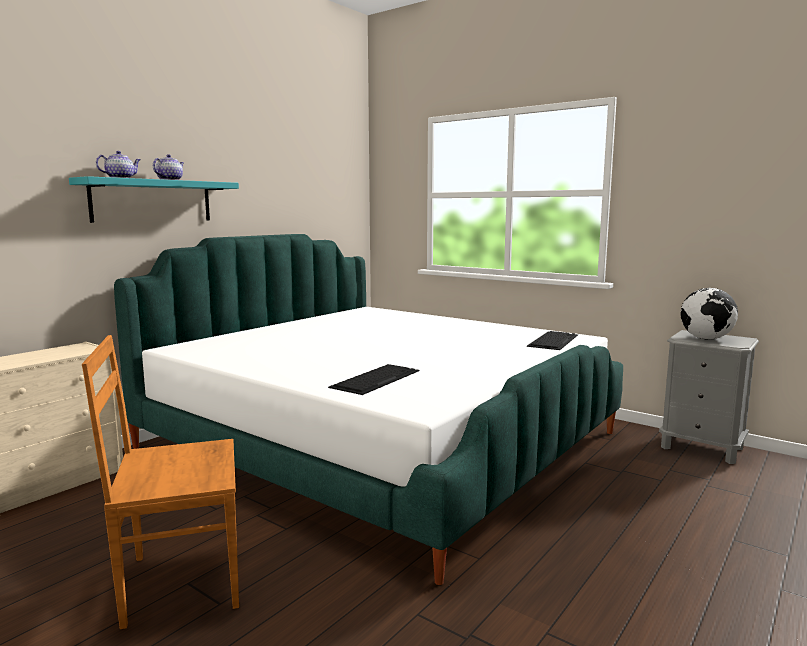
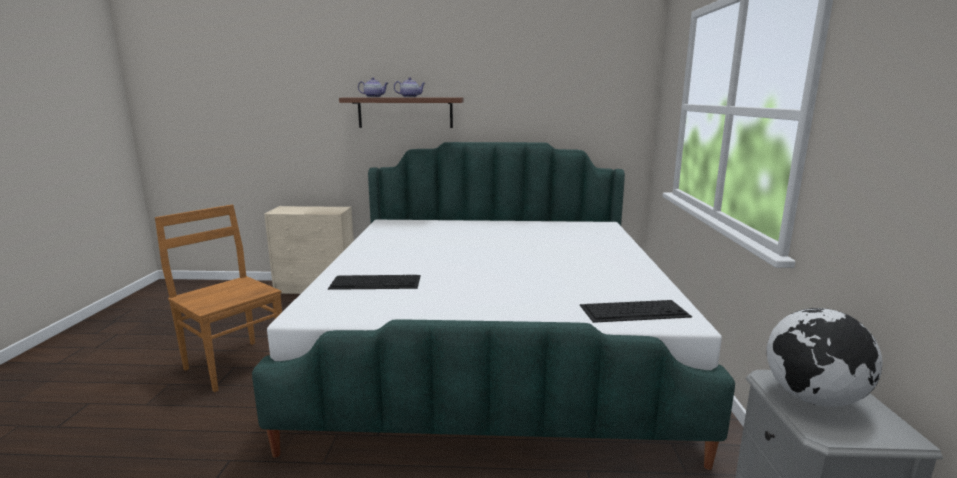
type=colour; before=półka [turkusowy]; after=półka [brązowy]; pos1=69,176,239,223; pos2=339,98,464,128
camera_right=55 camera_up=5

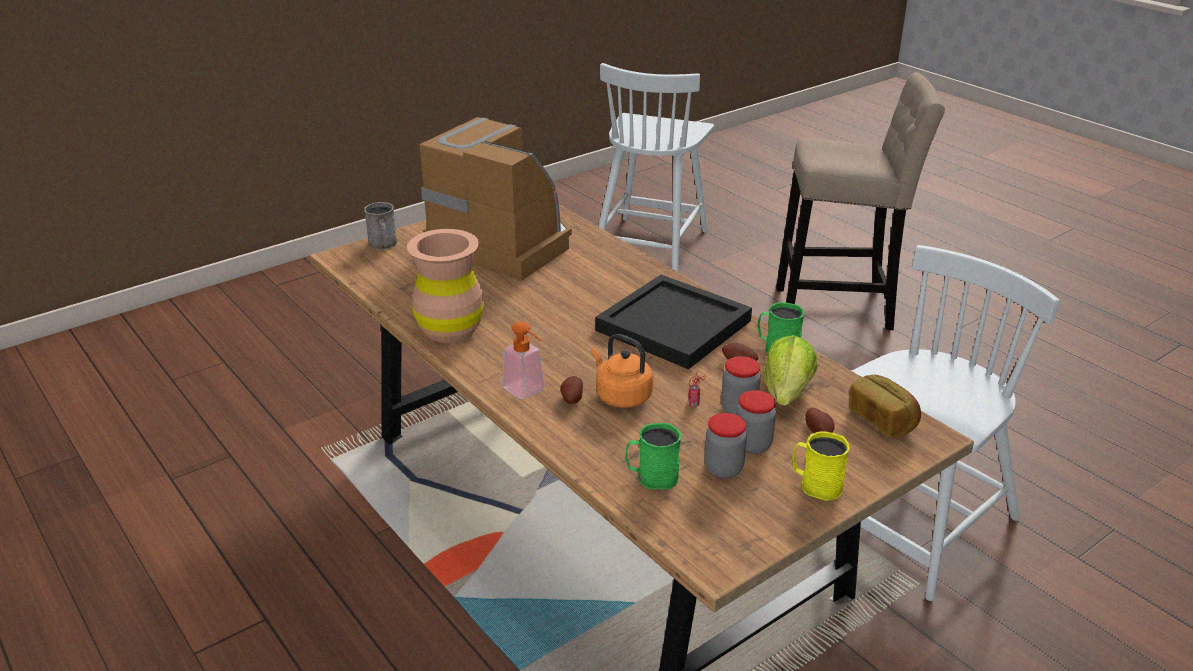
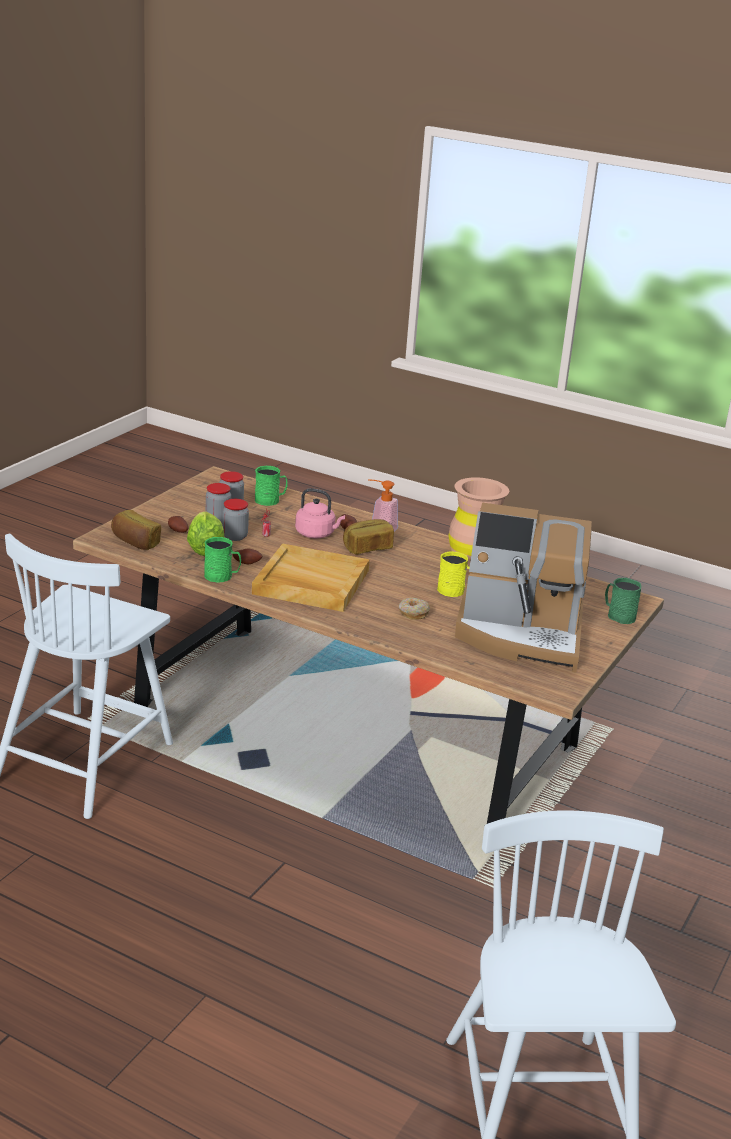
type=missing; before=stołek [beżowy]; pos1=776,72,945,330
type=colour; before=kubek [szary]; after=kubek [zielony]; pos1=364,202,397,250; pos2=605,578,642,624
type=colour; before=taca [czarny]; after=taca [beżowy]; pos1=595,275,752,369; pos2=252,543,370,612
type=colour; before=czajnik [pomarańczowy]; after=czajnik [różowy]; pos1=591,334,653,408; pos2=295,488,345,538
type=relocated; before=kubek [żółty]; pos1=792,431,850,501; pos2=437,552,470,597
type=appeared; after=chleb; pos2=343,519,394,555
type=appeared; after=donut; pos2=399,598,430,620
camera_right=155 camera_up=-5

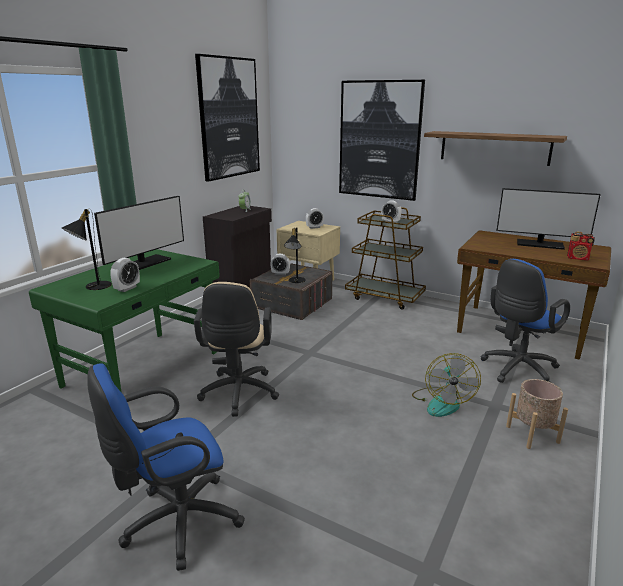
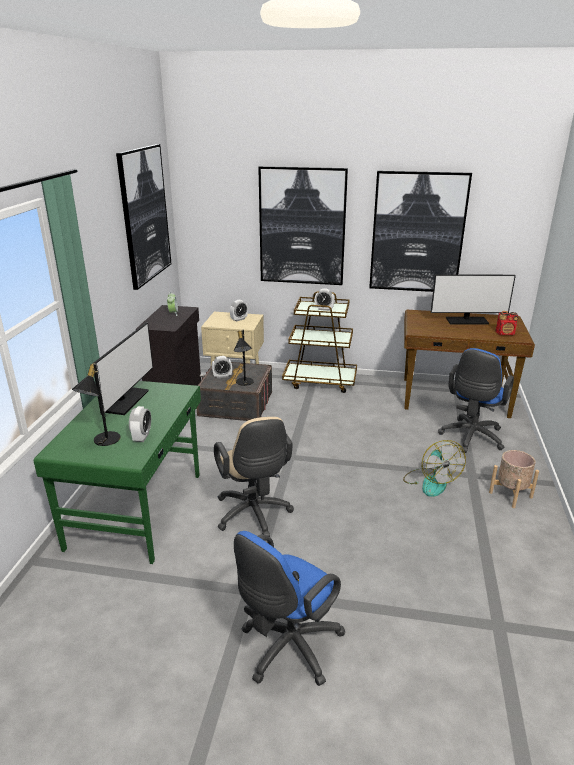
type=exchanged; before=półka; after=obraz; pos1=424,131,567,166; pos2=369,171,472,292
camera_right=-20 camera_up=5

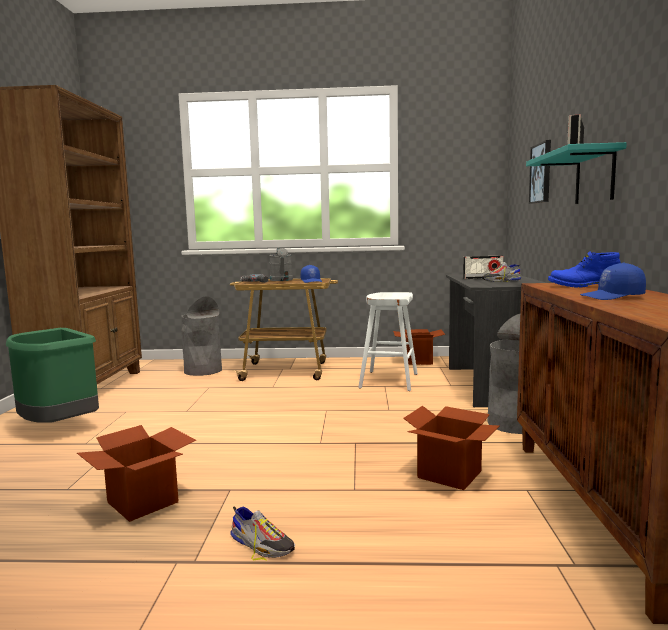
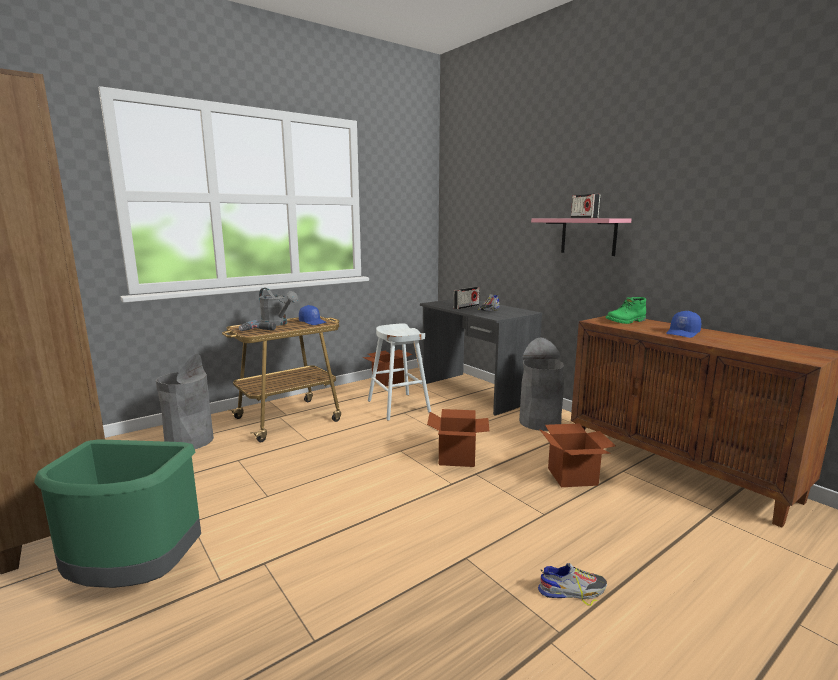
type=missing; before=obraz; pos1=529,140,551,204
type=colour; before=półka [turkusowy]; after=półka [różowy]; pos1=526,142,627,204; pos2=531,219,632,256
type=colour; before=but z cholewką [niebieski]; after=but z cholewką [zielony]; pos1=548,251,621,288; pos2=605,297,646,324
type=relocated; before=karton; pos1=77,425,196,522; pos2=427,409,489,467
camera_right=-40 camera_up=5

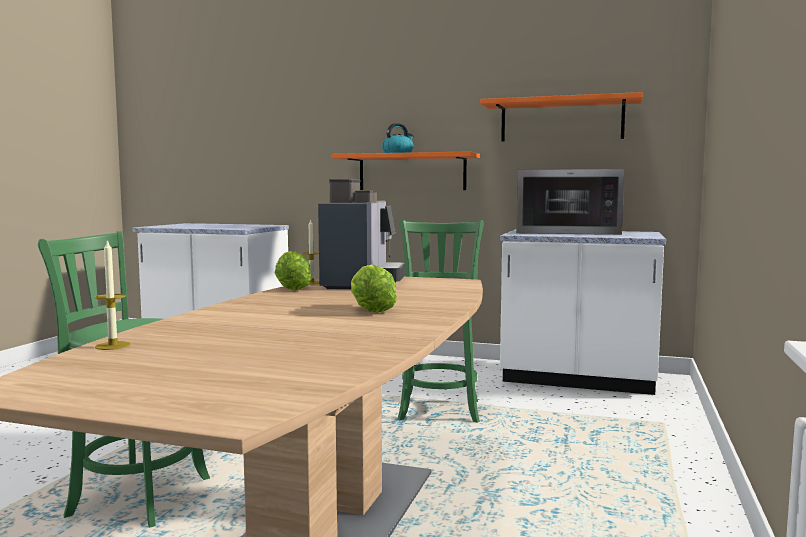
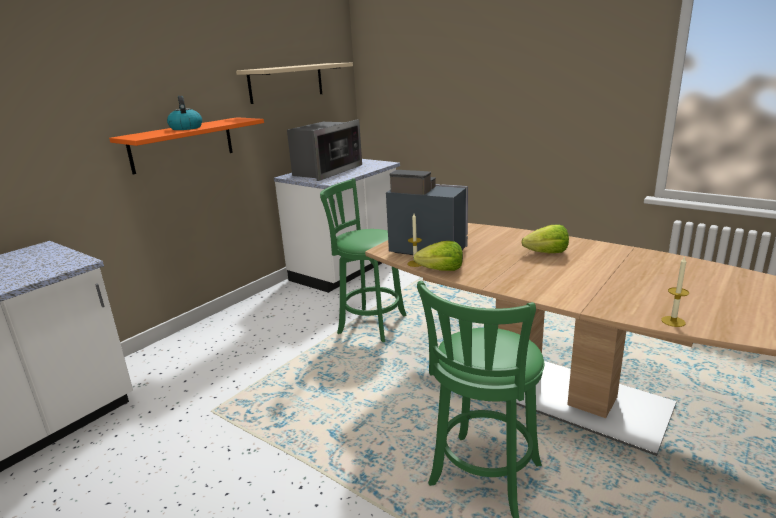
type=colour; before=półka [pomarańczowy]; after=półka [beżowy]; pos1=480,92,643,141; pos2=236,63,353,104
camera_right=-70 camera_up=15

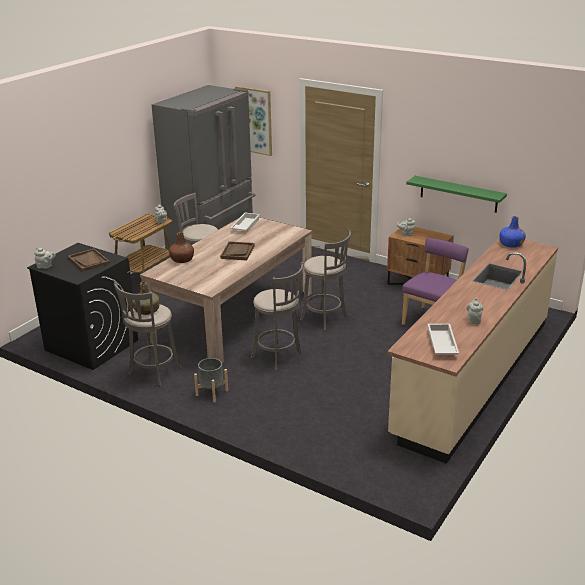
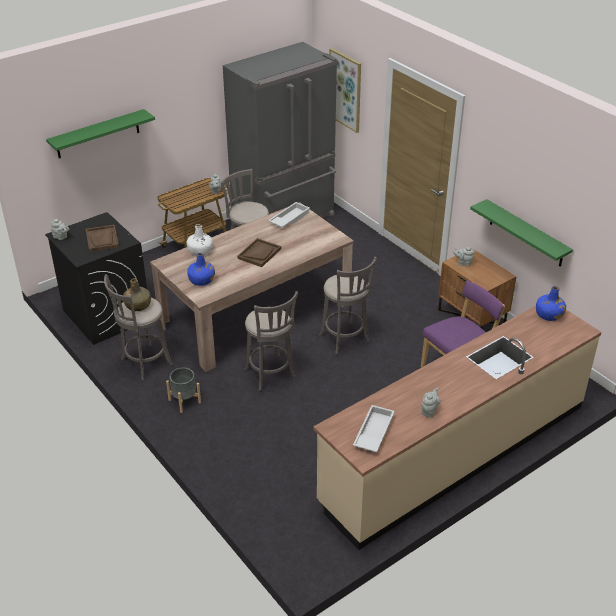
type=colour; before=butelka [brązowy]; after=butelka [biały]; pos1=169,232,194,263; pos2=186,224,213,256
type=appeared; after=półka [zielony]; pos2=46,109,155,158
type=appeared; after=butelka [niebieski]; pos2=187,253,215,286
camera_right=20 camera_up=10

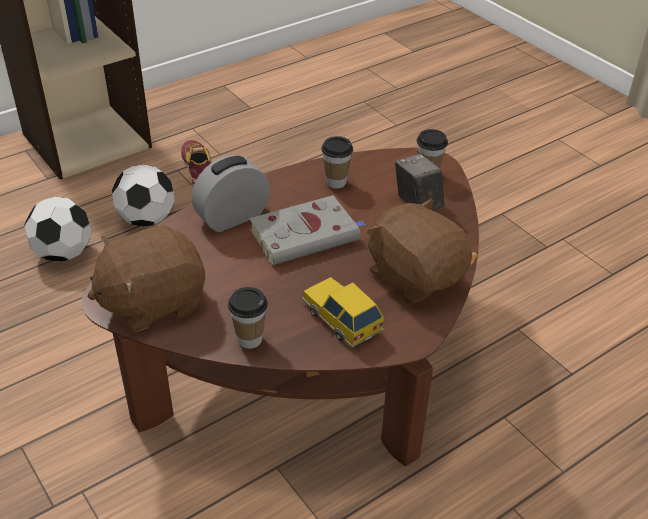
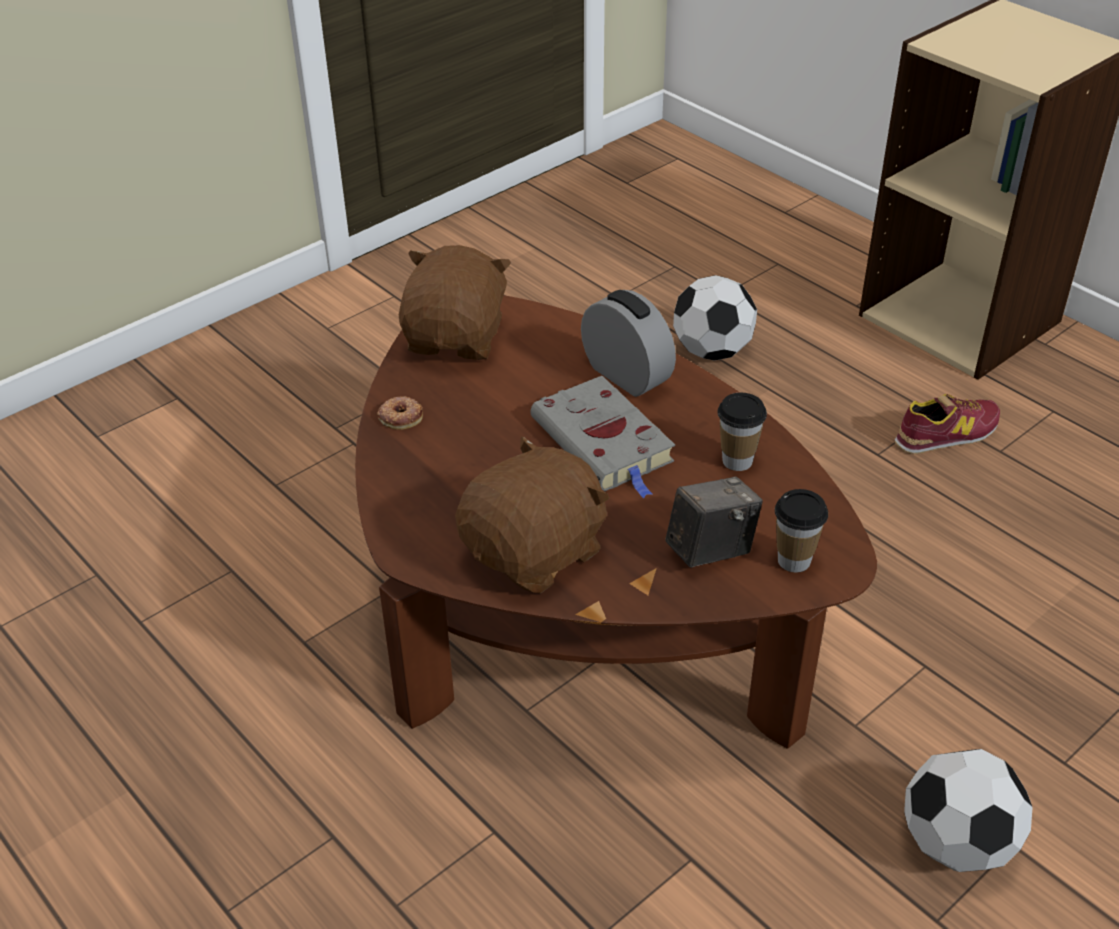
type=relocated; before=piłka futbolowa; pos1=112,164,175,227; pos2=904,749,1033,872
type=spun; before=pluszak [brązowy]; pos1=87,225,205,332; pos2=399,245,511,360; turn=45
type=missing; before=samochodzik; pos1=302,277,384,348
type=exchanged; before=filiżanka; after=donut; pos1=228,287,268,349; pos2=377,396,423,430
camera_right=85 camera_up=0

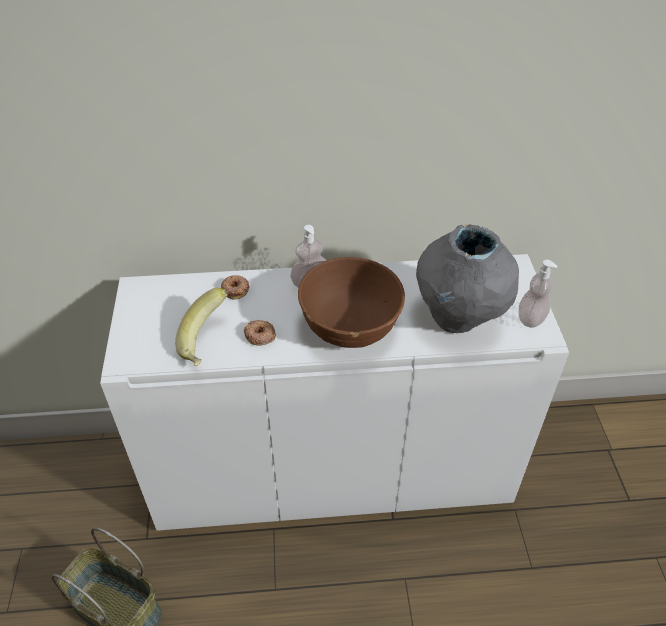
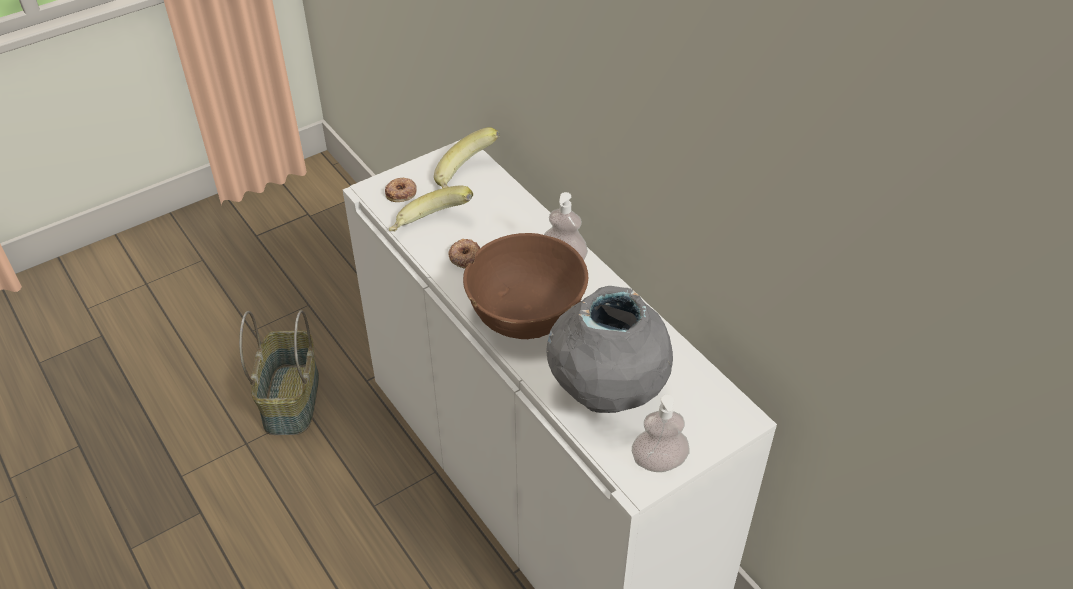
type=relocated; before=donut; pos1=221,275,250,300; pos2=385,178,417,202
type=appeared; after=banan; pos2=434,127,499,188
camera_right=60 camera_up=0

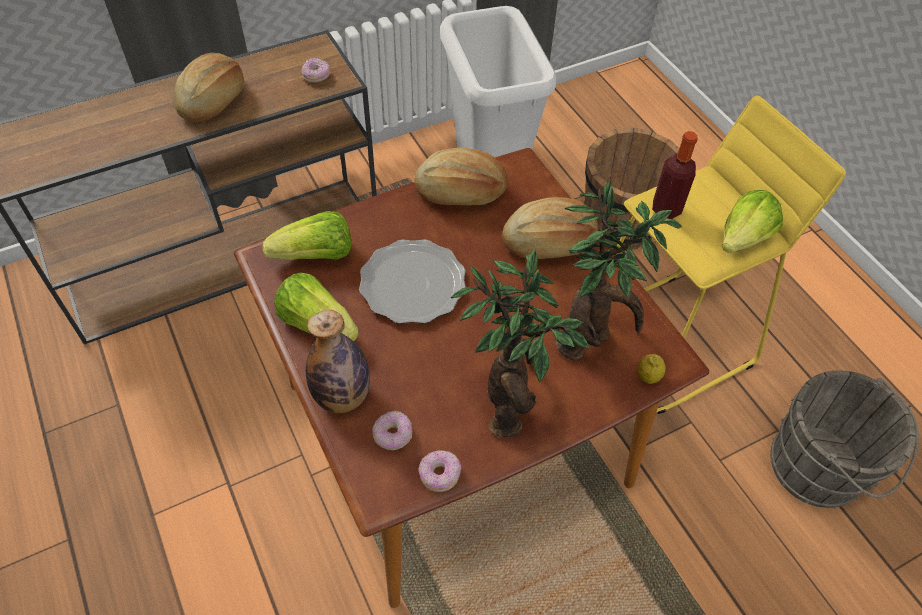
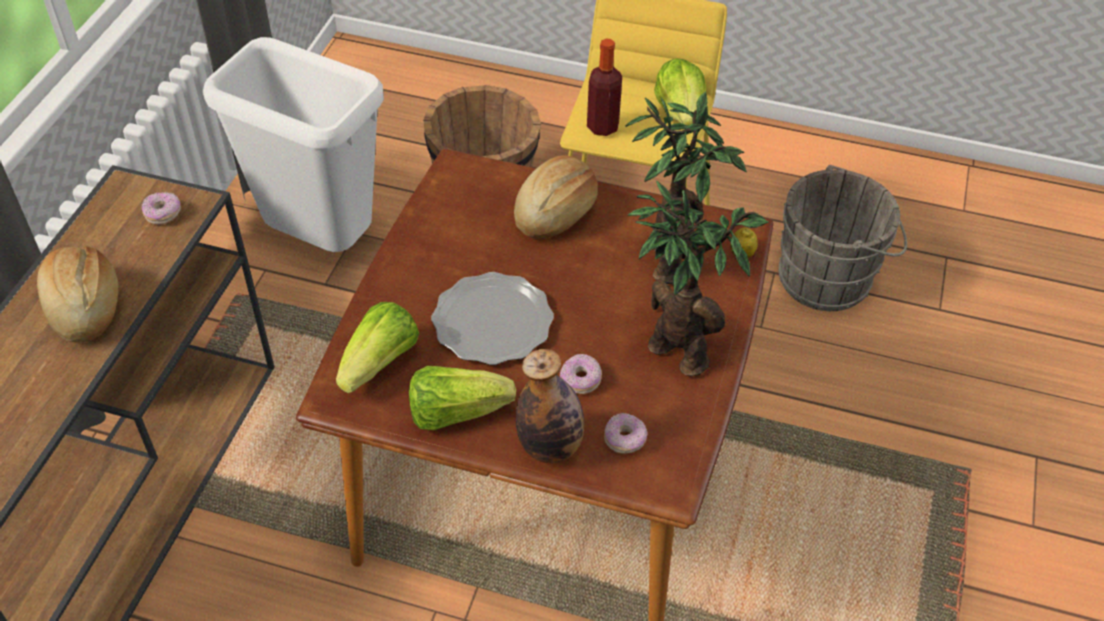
type=missing; before=chleb; pos1=414,148,508,205
type=relocated; before=donut; pos1=419,450,461,492; pos2=560,354,602,394
camera_right=-45 camera_up=-5

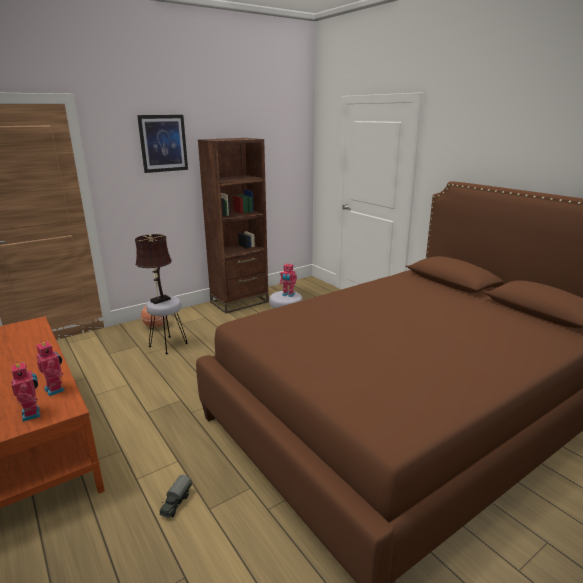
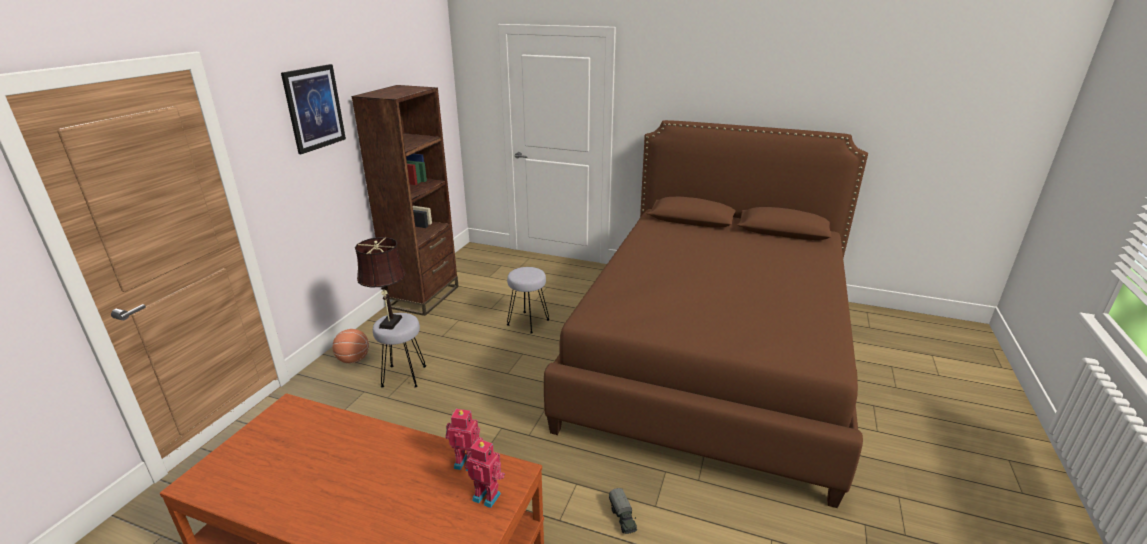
type=missing; before=robot zabawkowy; pos1=280,263,297,297
camera_right=-35 camera_up=5

